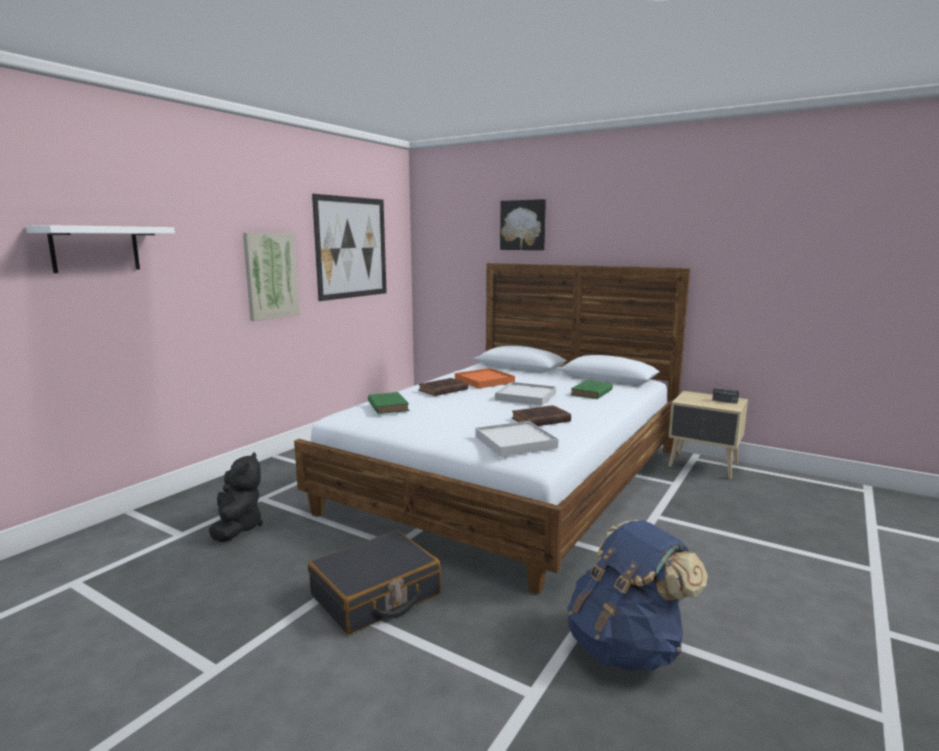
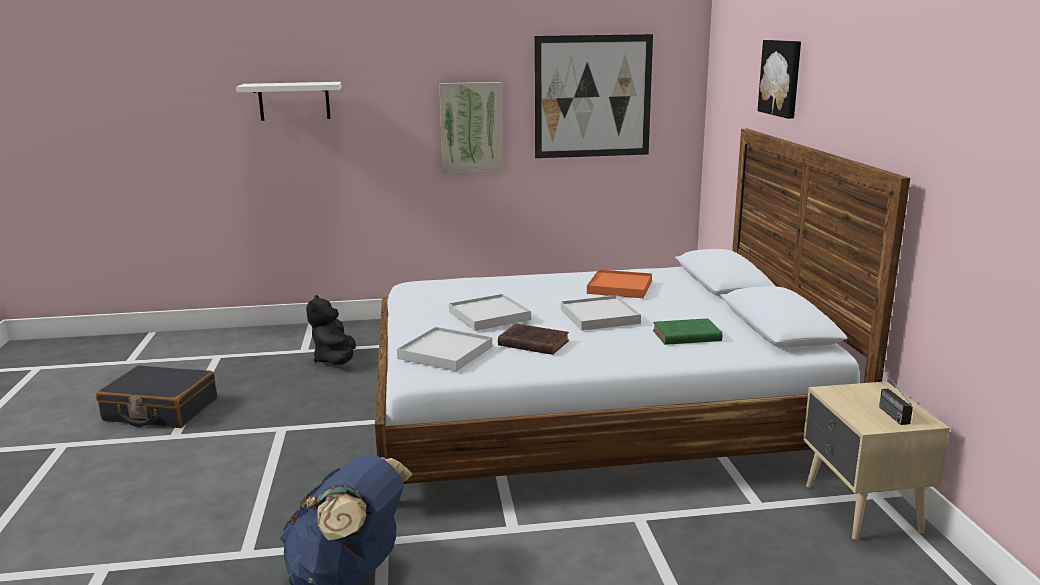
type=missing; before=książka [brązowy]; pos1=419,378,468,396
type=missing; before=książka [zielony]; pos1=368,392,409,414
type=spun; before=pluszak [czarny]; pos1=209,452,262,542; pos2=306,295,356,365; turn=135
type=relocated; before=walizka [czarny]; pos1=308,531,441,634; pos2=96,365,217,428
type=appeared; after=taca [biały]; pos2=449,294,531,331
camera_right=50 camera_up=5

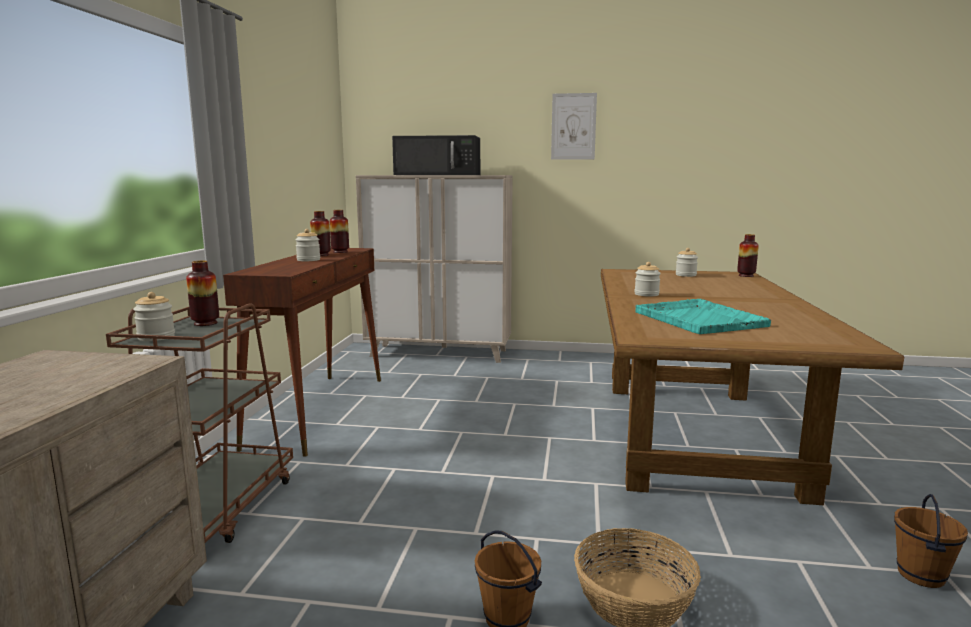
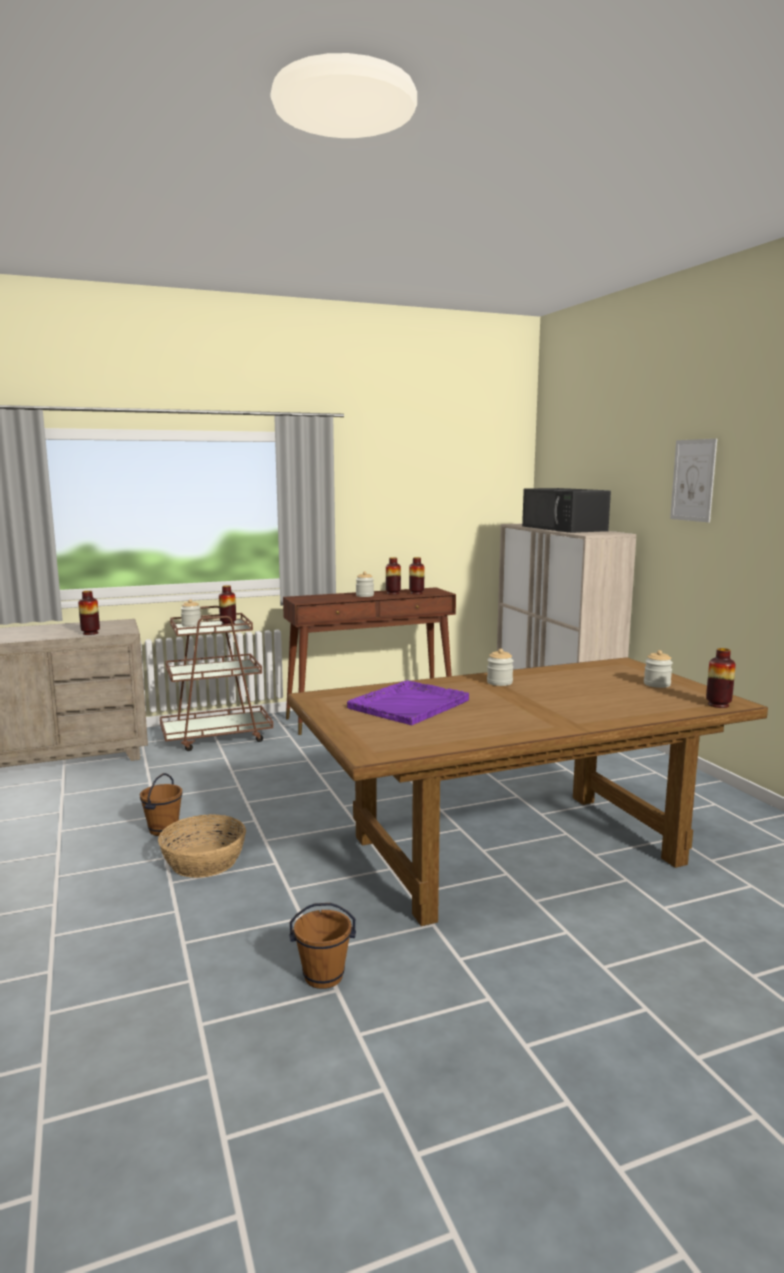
type=colour; before=taca [turkusowy]; after=taca [fioletowy]; pos1=635,299,771,334; pos2=347,680,469,725
type=appeared; after=wazon; pos2=78,591,100,635
camera_right=60 camera_up=0

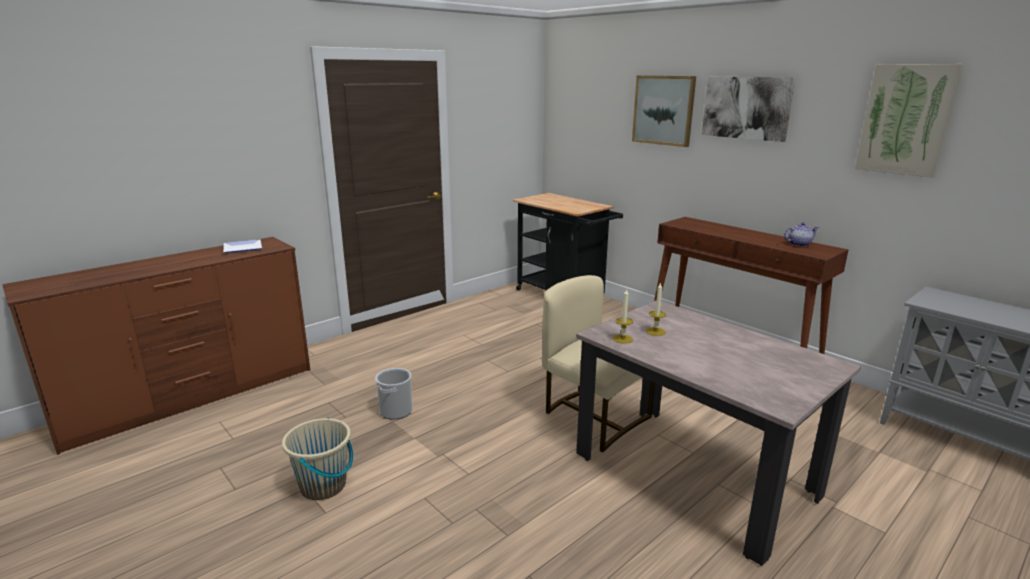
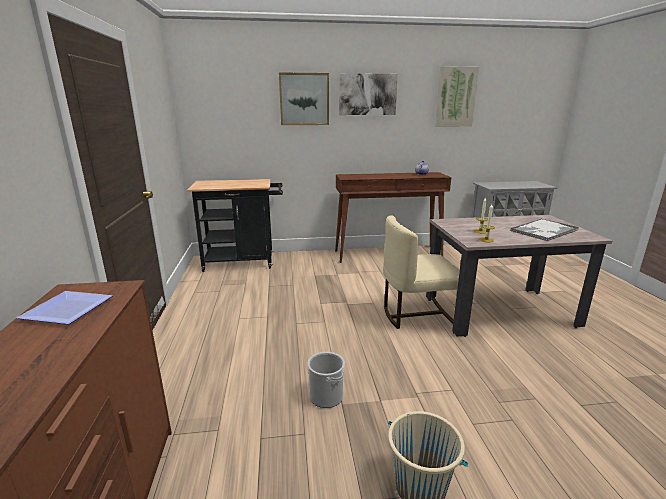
type=appeared; after=taca; pos2=510,219,579,241
camera_right=-55 camera_up=0

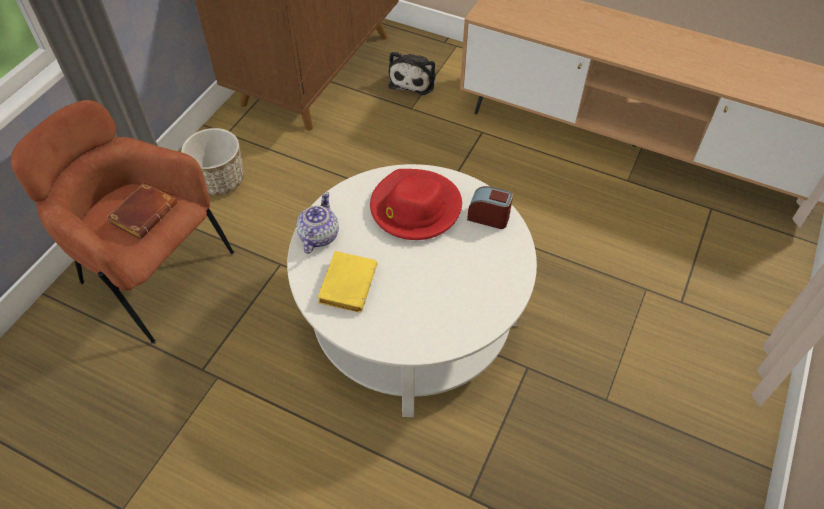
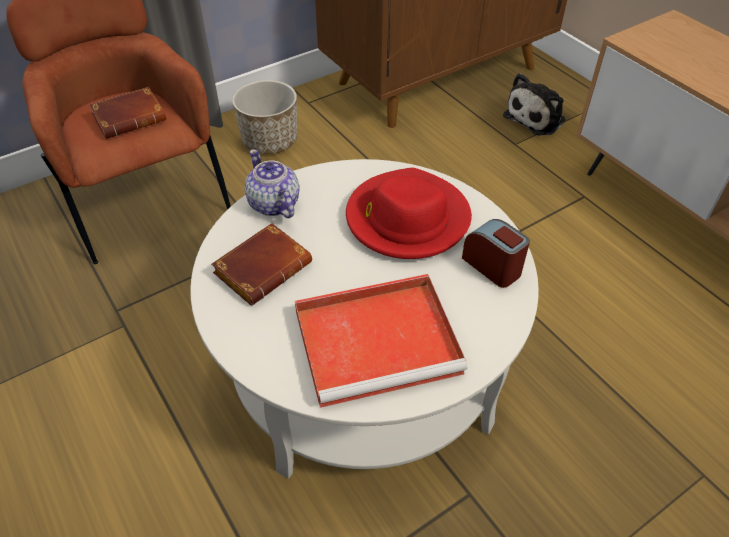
type=spun; before=imbryk; pos1=296,192,339,254; pos2=245,149,300,218; turn=-75
type=colour; before=książka [żółty]; after=książka [brązowy]; pos1=317,251,378,313; pos2=211,223,312,306
type=appeared; after=taca [czerwony]; pos2=295,274,467,408
camera_right=30 camera_up=-5

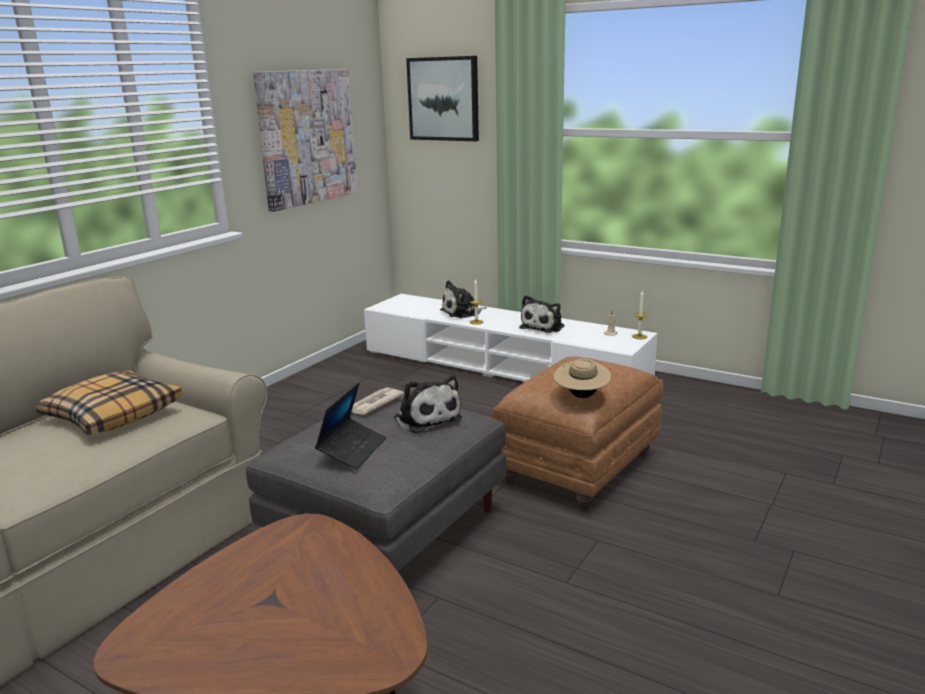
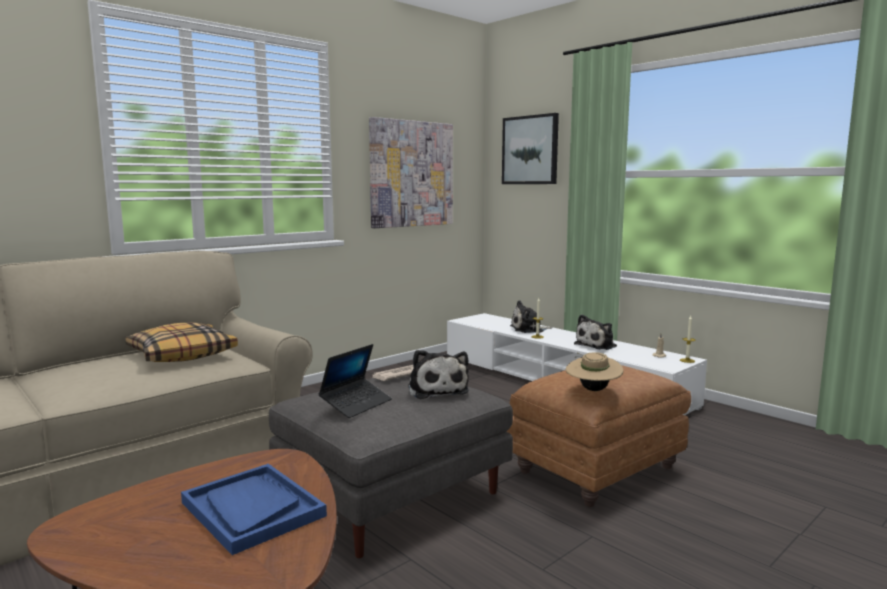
type=appeared; after=taca [niebieski]; pos2=181,464,327,555
camera_right=15 camera_up=-10

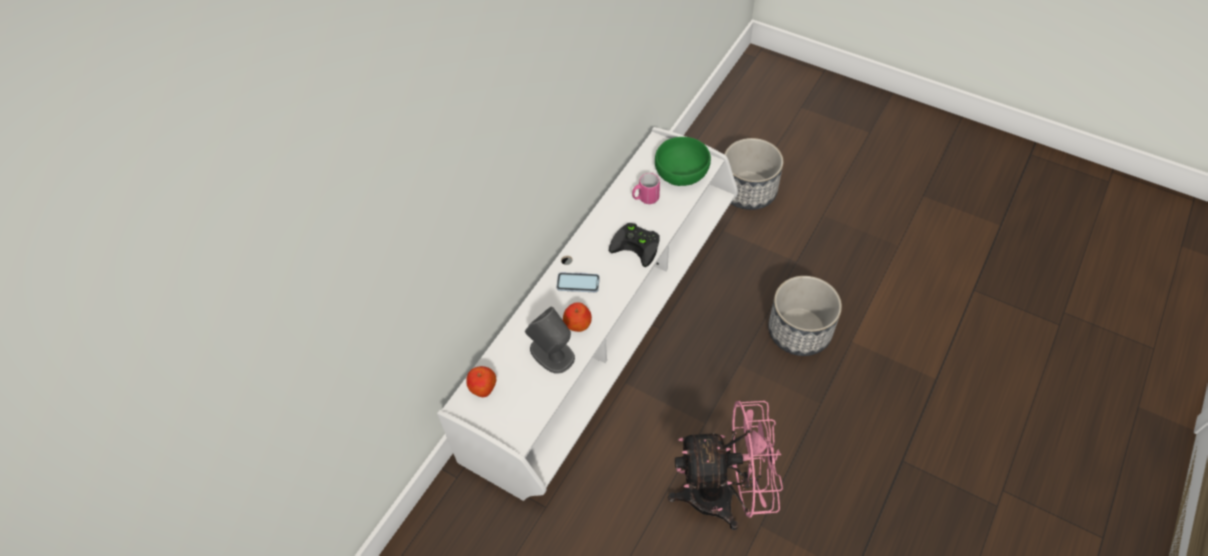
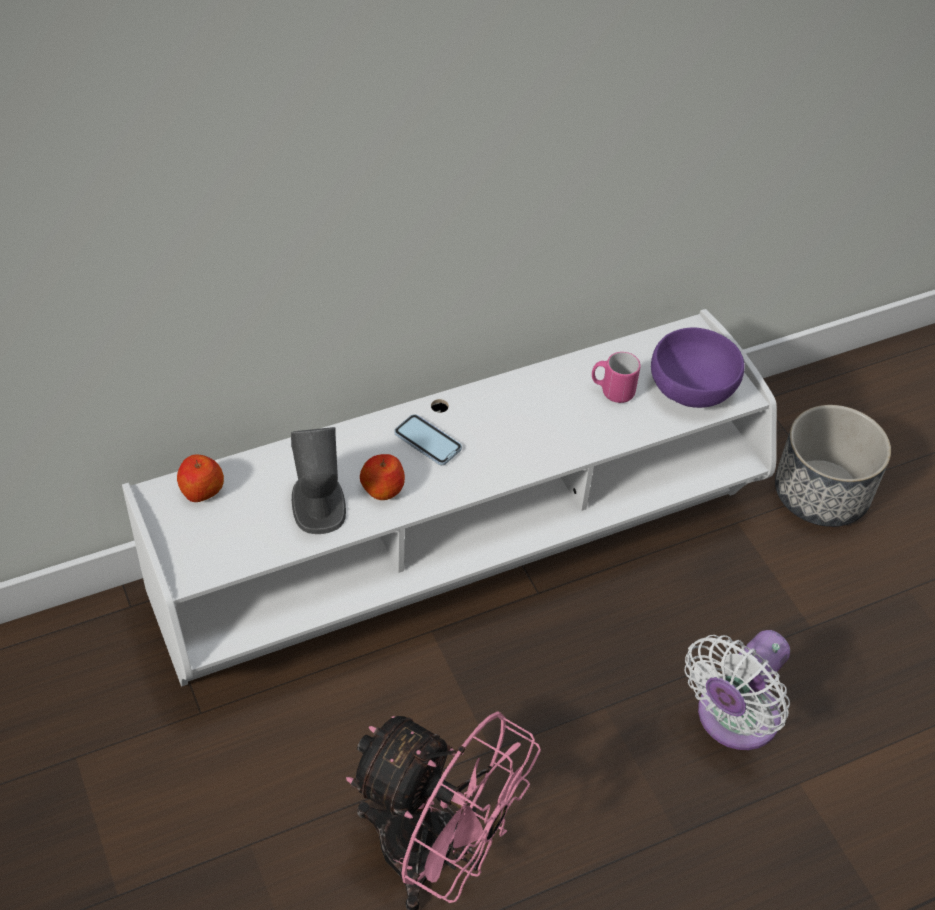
type=colour; before=miska [zielony]; after=miska [fioletowy]; pos1=655,137,711,186; pos2=651,327,744,408
type=missing; before=pad do gier [czarny]; pos1=609,223,660,267
type=exchanged; before=donica; after=wentylator [biały]; pos1=768,276,842,356; pos2=685,630,790,750
camera_right=30 camera_up=-5

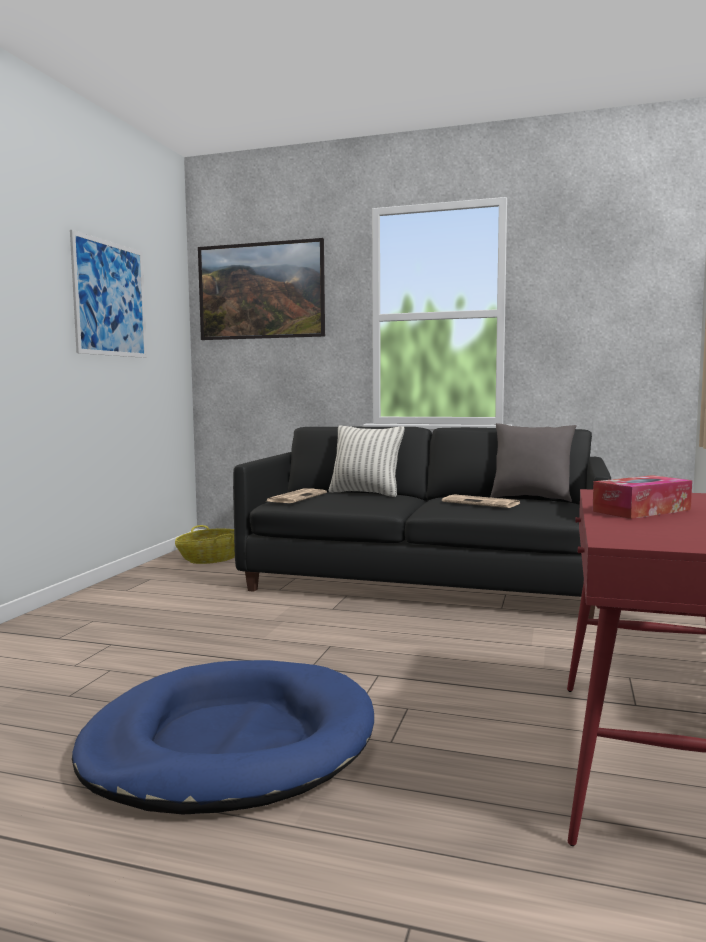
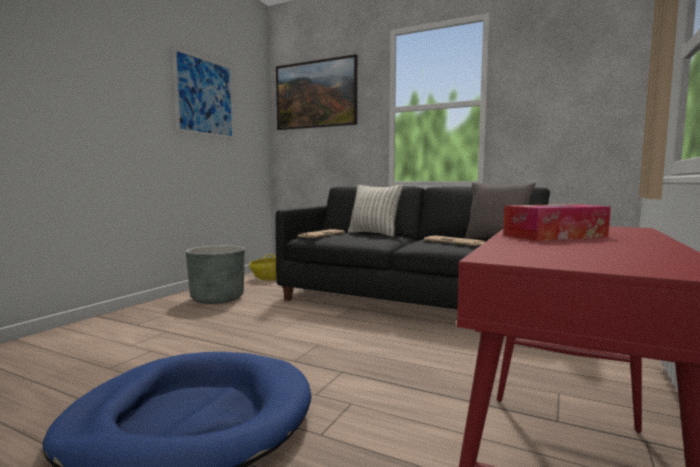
type=appeared; after=donica [szary]; pos2=186,245,245,304
camera_right=10 camera_up=0

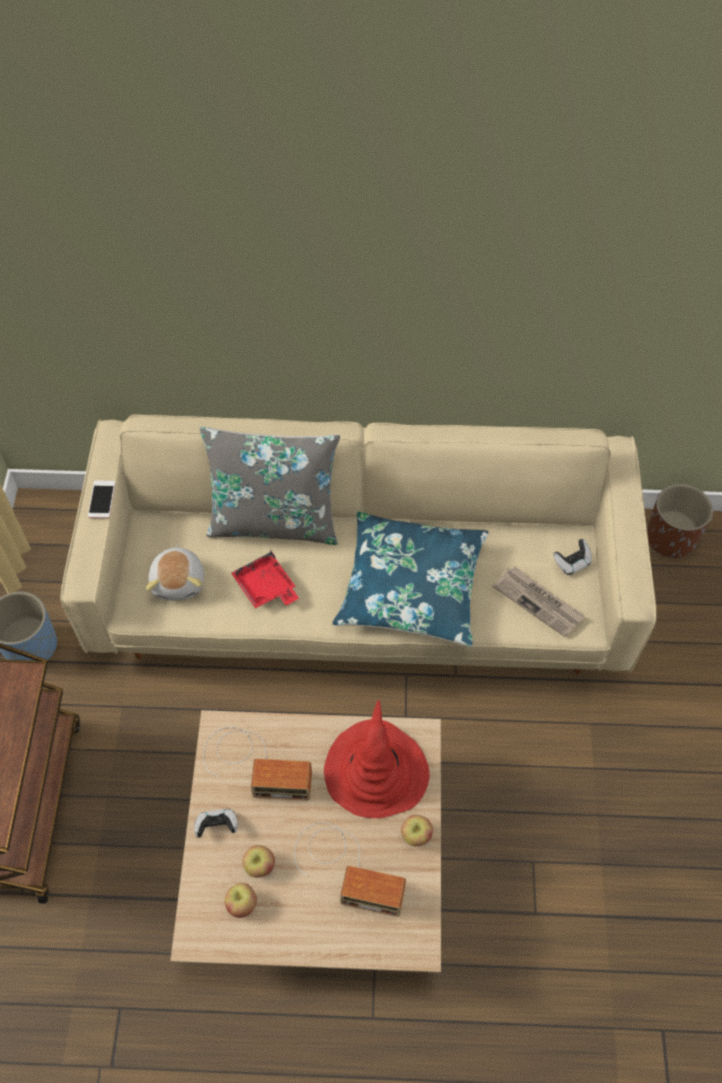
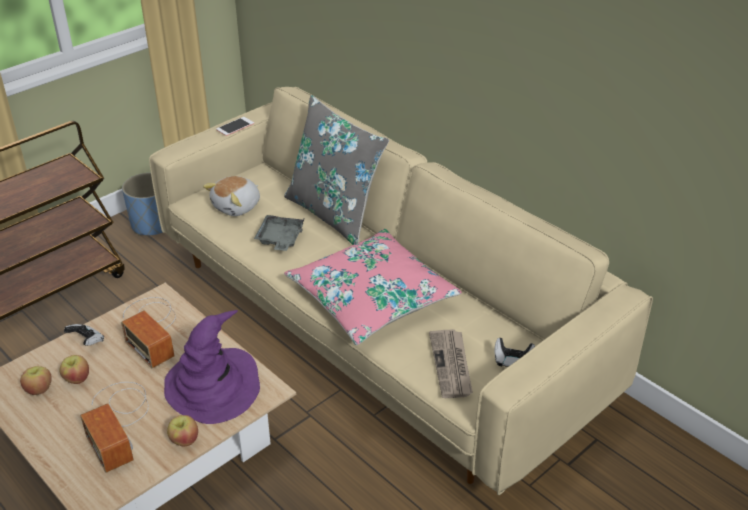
type=missing; before=donica [brązowy]; pos1=647,484,713,558
type=colour; before=poduszka [niebieski]; after=poduszka [różowy]; pos1=332,512,489,647; pos2=284,229,462,345
type=colour; before=taca [czerwony]; after=taca [szary]; pos1=231,550,299,609; pos2=254,215,304,251
type=colour; before=kapelusz [czerwony]; after=kapelusz [fioletowy]; pos1=324,700,430,818; pos2=164,310,260,424
camera_right=45 camera_up=-20

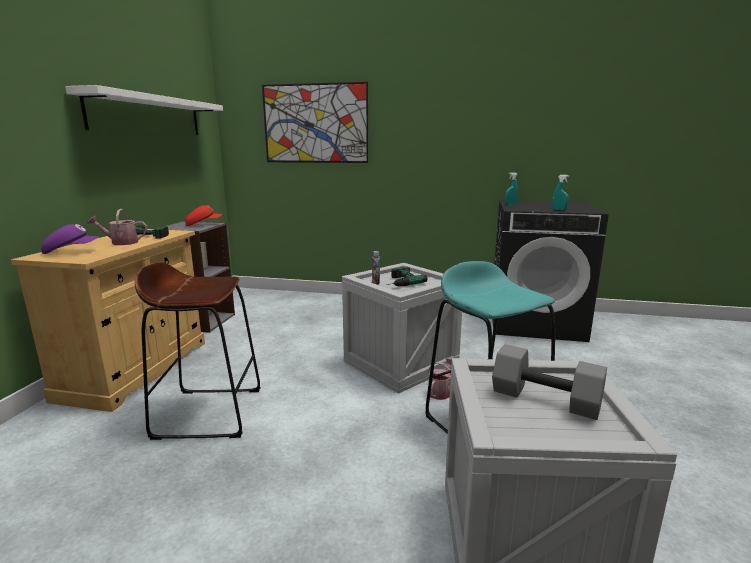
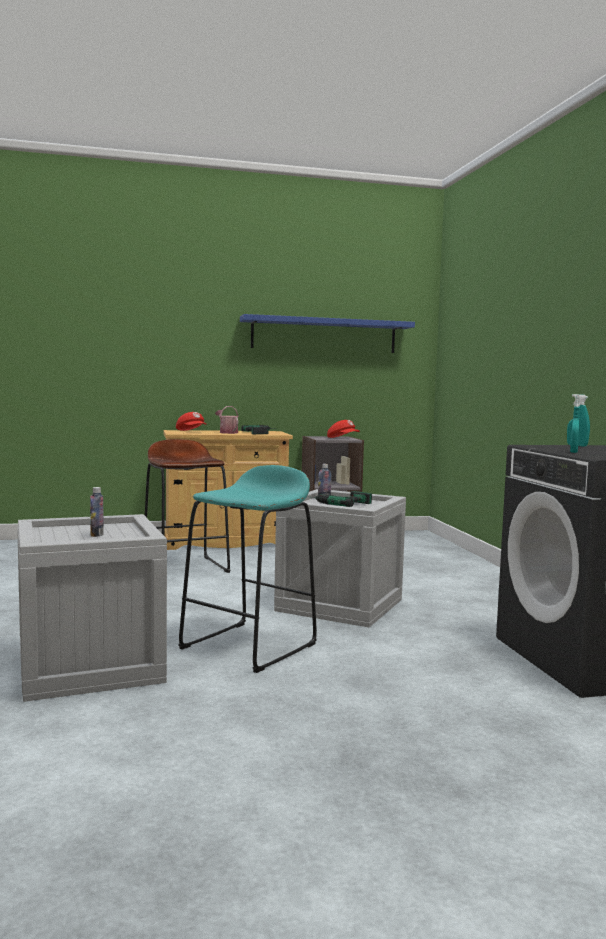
type=missing; before=obraz; pos1=262,82,368,163
type=colour; before=półka [biały]; after=półka [niebieski]; pos1=65,85,223,135; pos2=240,314,415,353
type=colour; before=czapka z daszkiem [fioletowy]; after=czapka z daszkiem [czerwony]; pos1=41,224,99,254; pos2=176,412,207,431
type=exchanged; before=hantel [szary]; after=butelka; pos1=492,344,607,420; pos2=90,487,104,537
type=missing; before=konewka; pos1=428,358,452,400
camera_right=65 camera_up=-10

